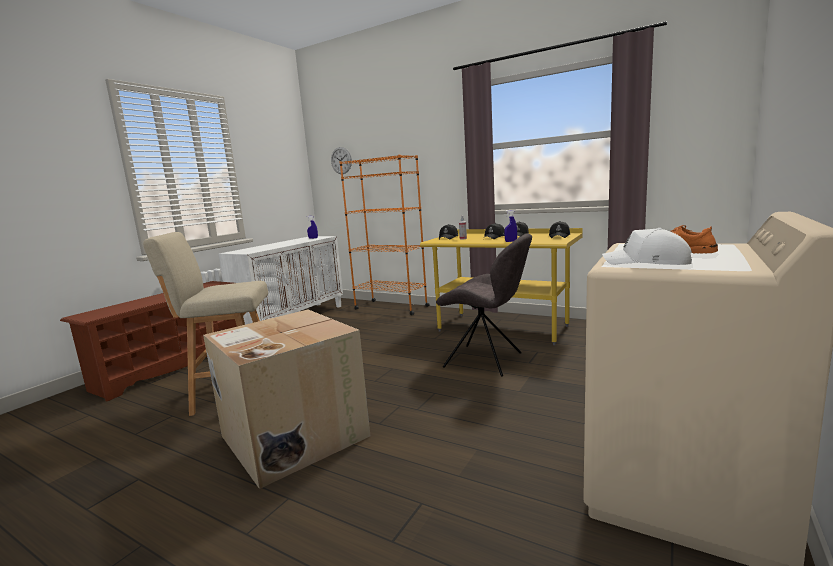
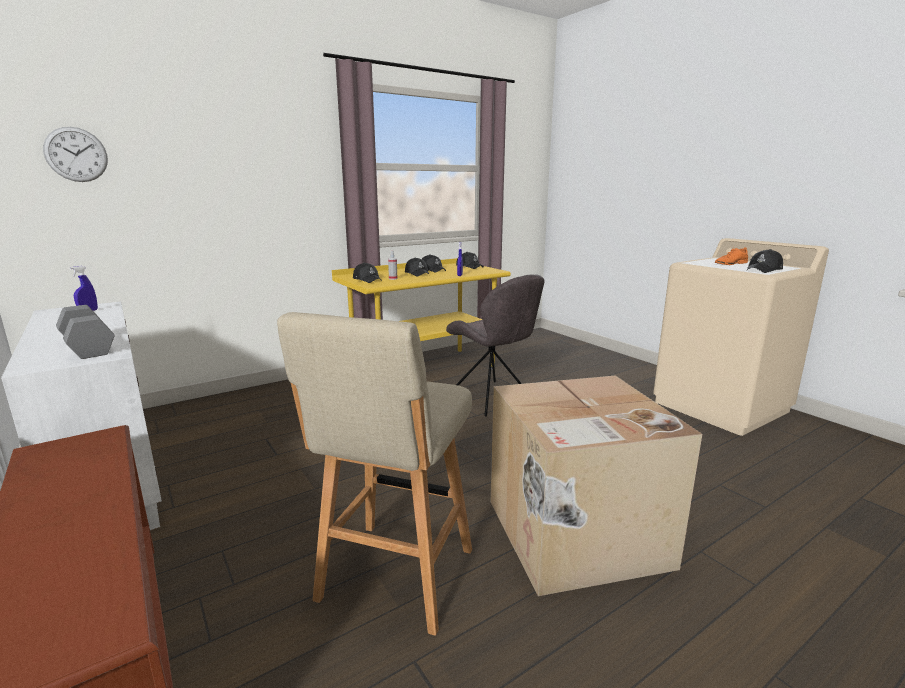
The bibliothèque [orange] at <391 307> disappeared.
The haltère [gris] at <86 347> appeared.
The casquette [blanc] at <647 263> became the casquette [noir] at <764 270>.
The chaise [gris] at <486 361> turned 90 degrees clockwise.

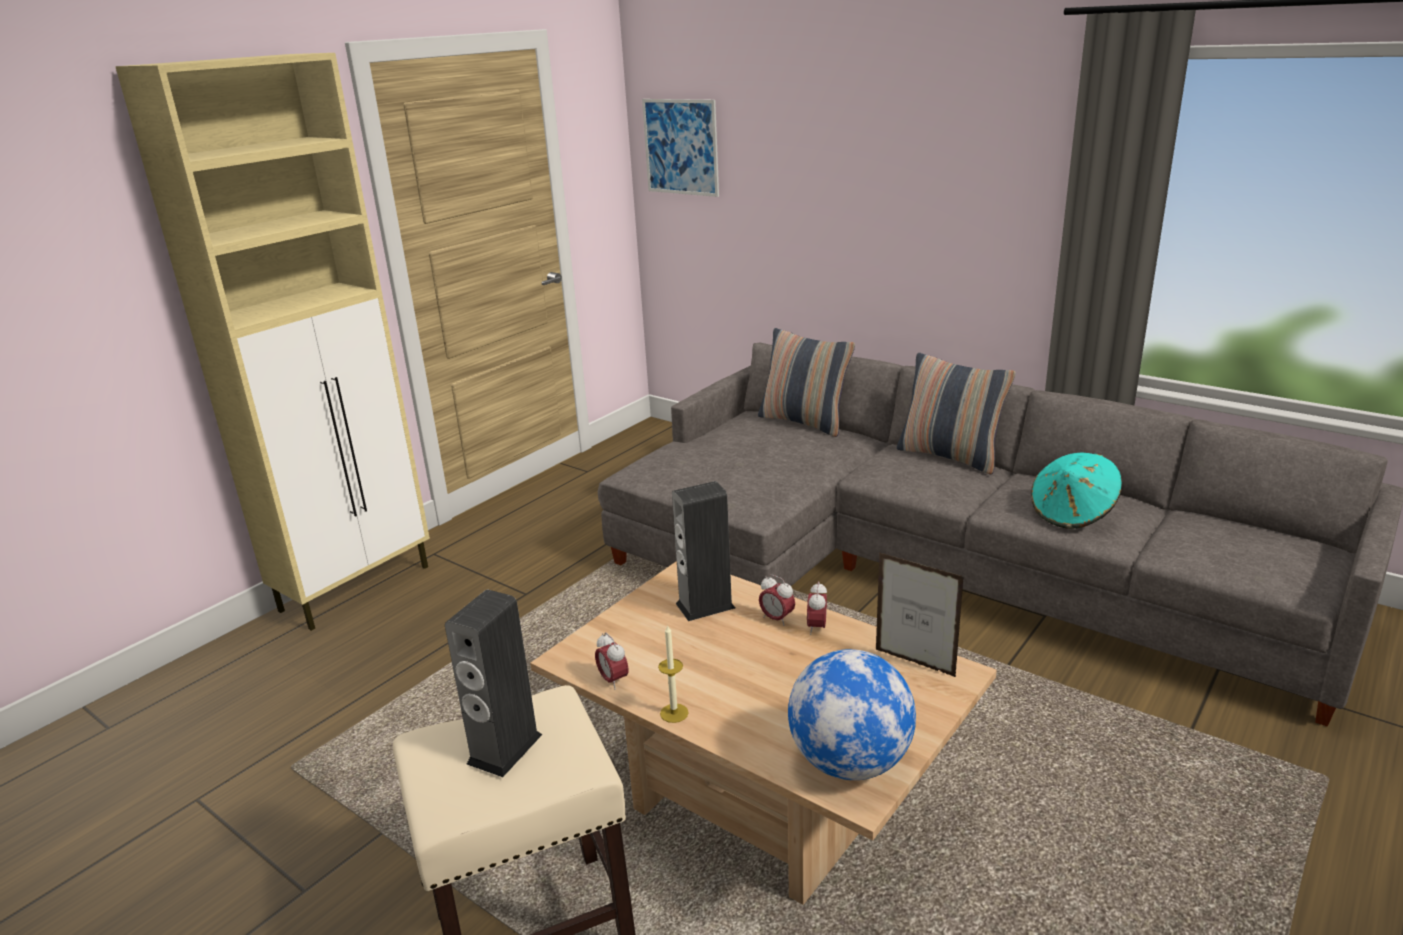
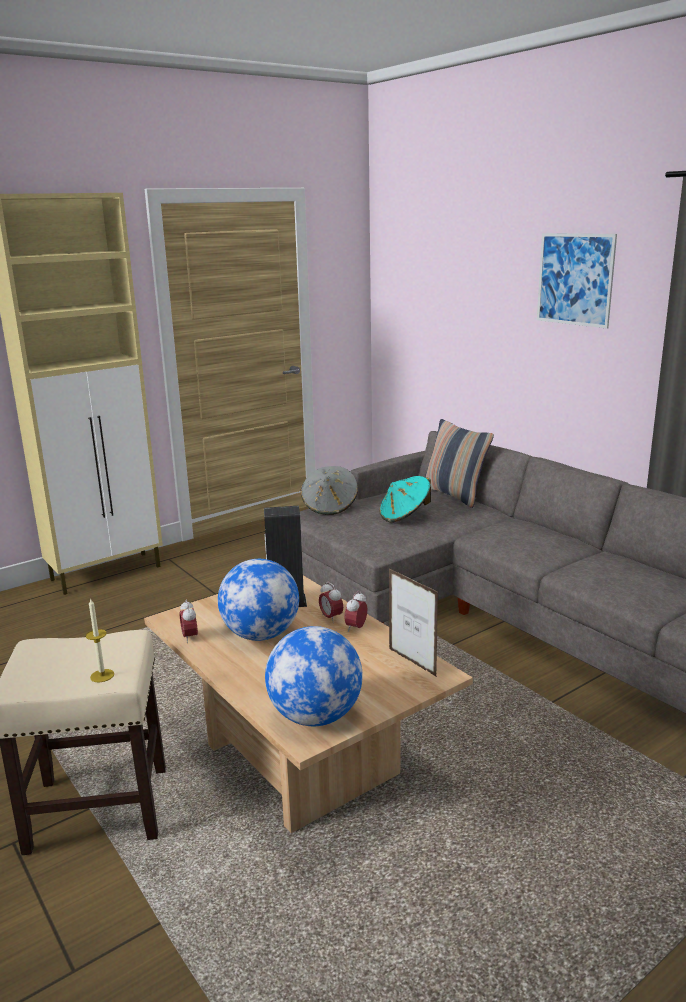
The enceinte at <505 749> disappeared.
The coussin at <950 456> disappeared.
The globe at <261 635> appeared.
The chapeau [gris] at <330 506> appeared.
The tableau moved from <681 147> to <575 279>.
The bougie moved from <674 713> to <102 675>.
The chapeau [turquoise] moved from <1072 513> to <404 516>.

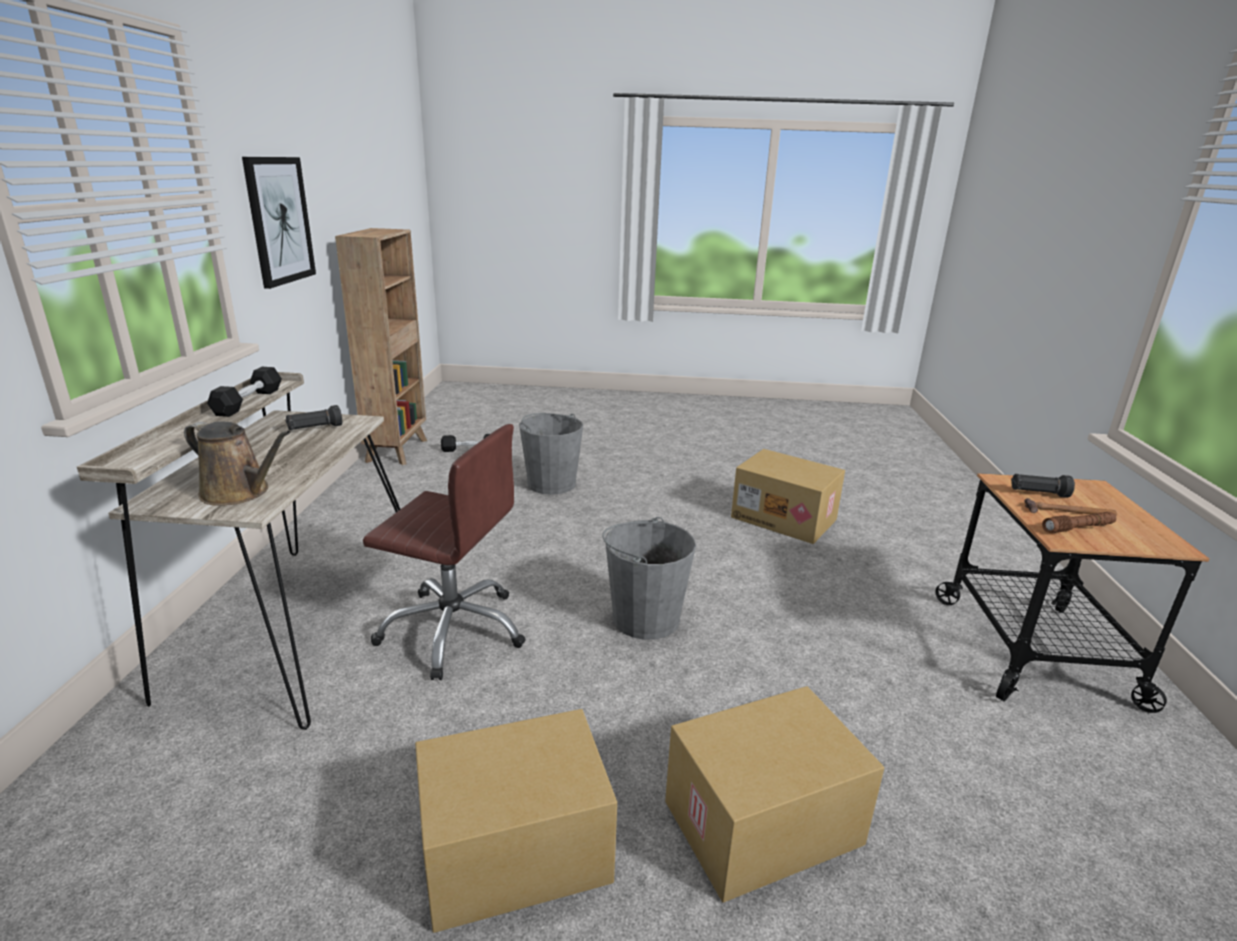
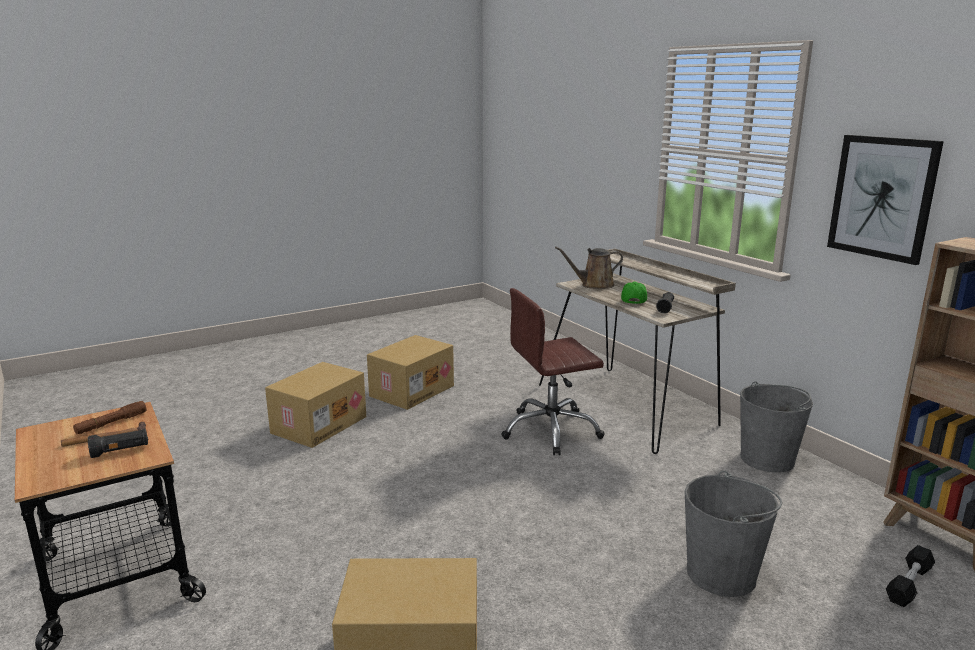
The haltère [noir] at <248 402> disappeared.
The casquette [vert] at <633 300> appeared.
The seau [gris] moved from <645 618> to <767 459>.

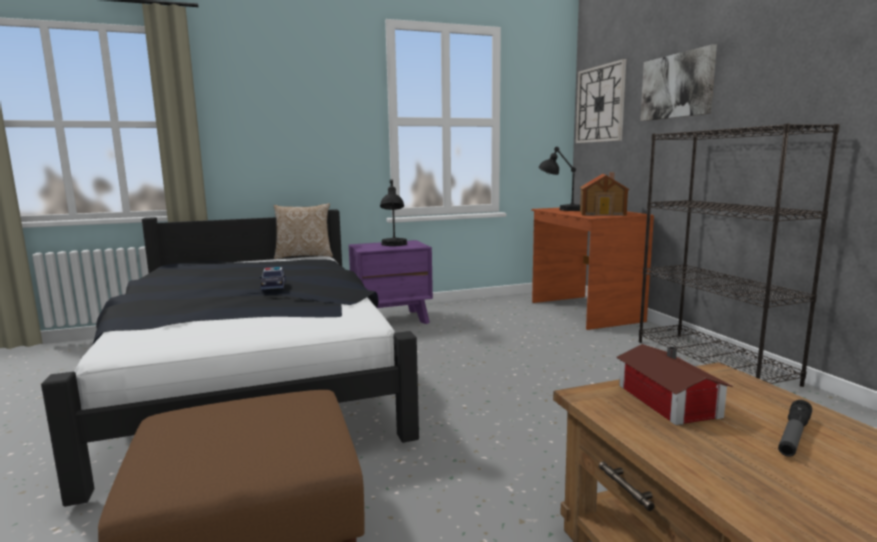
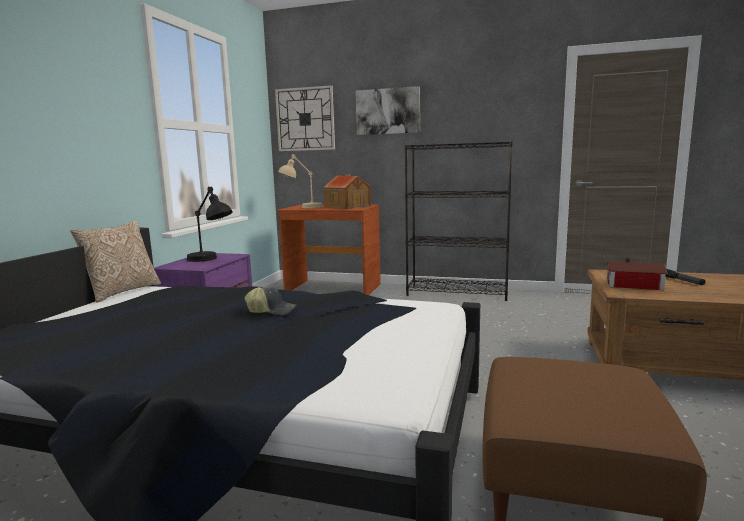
The petite voiture at <273 286> was replaced by the casquette at <272 311>.
The lampe de table [noir] at <561 209> became the lampe de table [beige] at <302 207>.

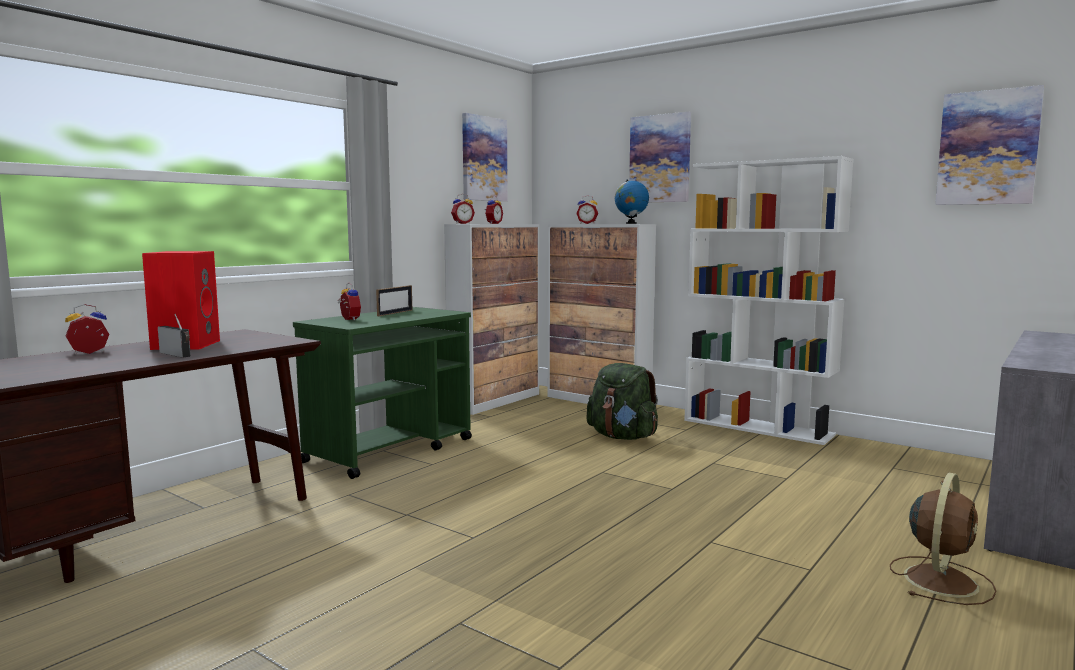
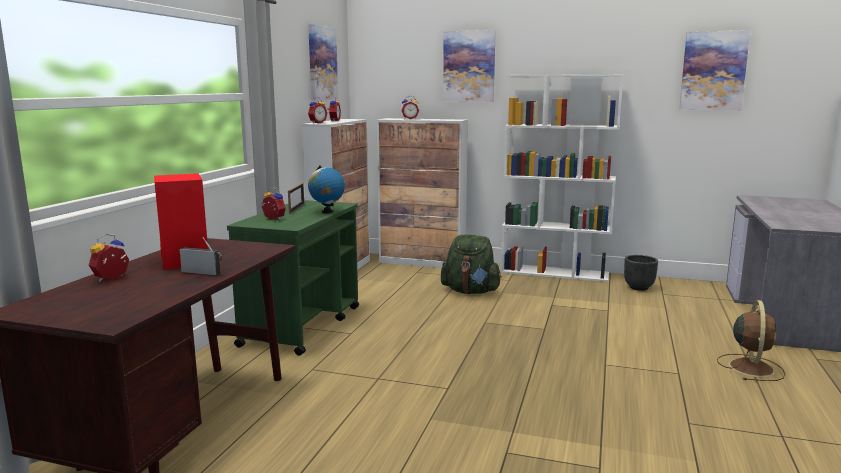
The cache-pot [noir] at <638 287> appeared.
The globe moved from <631 223> to <327 212>.

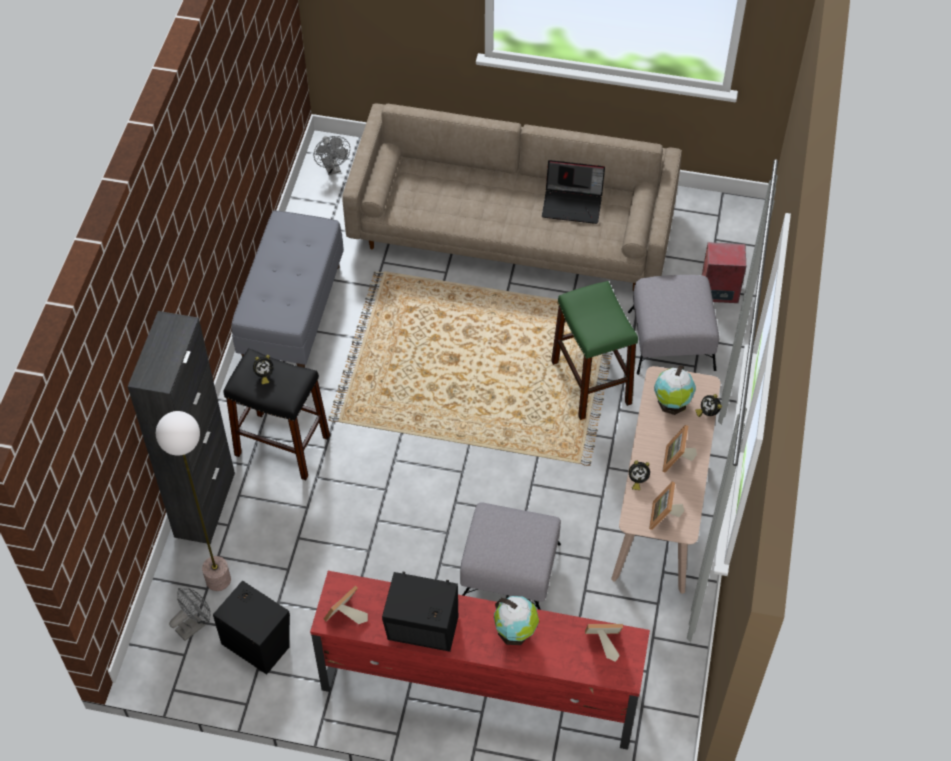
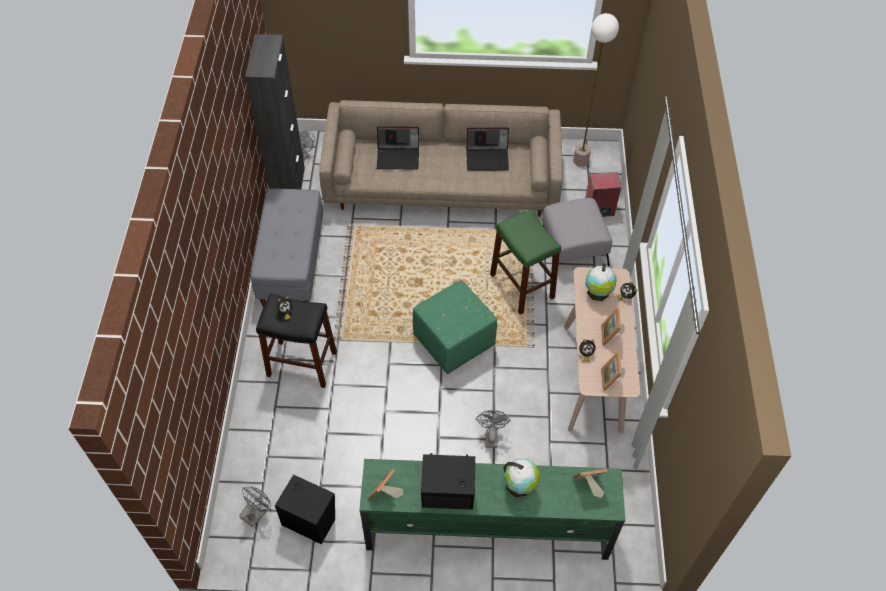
The ordinateur portable at <398 157> appeared.
The pouf [vert] at <453 341> appeared.
The meuble de rangement [noir] moved from <205 505> to <289 188>.
The lampadaire moved from <218 579> to <581 160>.
The pouf [gris] at <509 571> was replaced by the ventilateur [gris] at <491 435>.
The meuble télé [rouge] at <478 688> became the meuble télé [vert] at <486 529>.

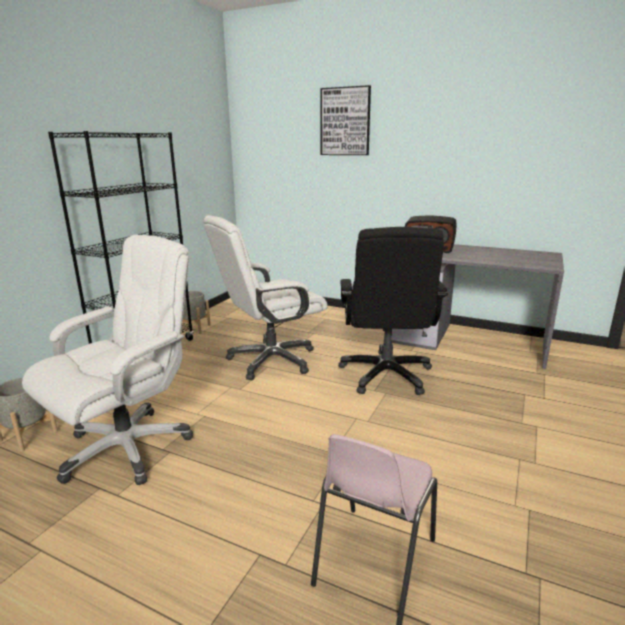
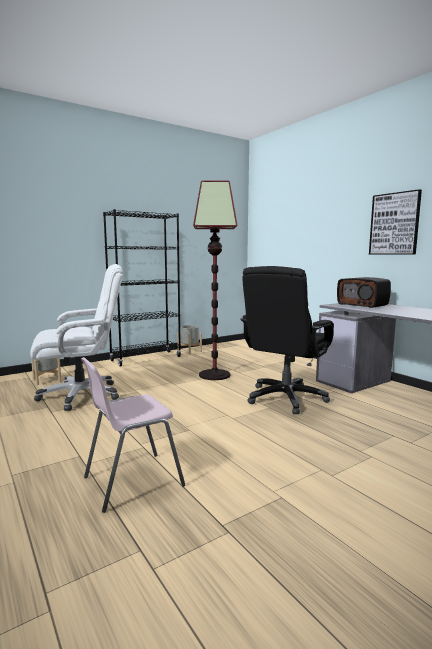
The tableau moved from <345 121> to <394 224>.
The chaise de bureau [blanc] at <271 360> was replaced by the lampadaire at <214 375>.

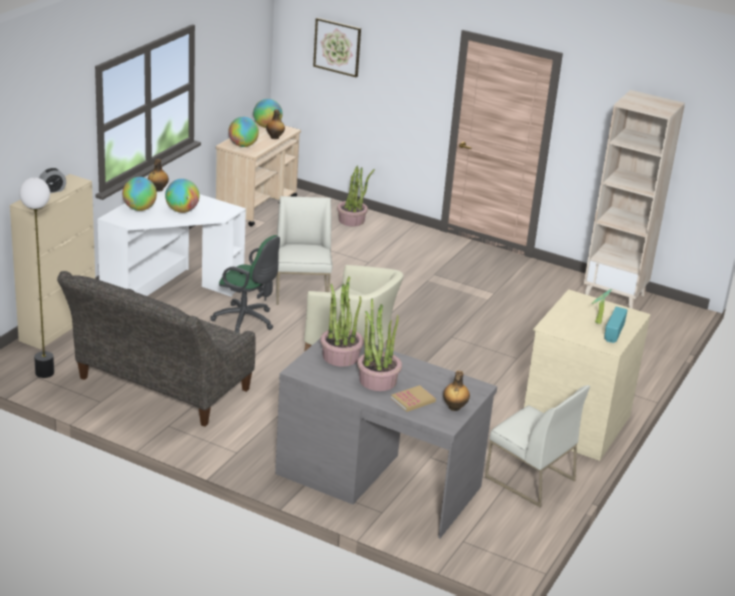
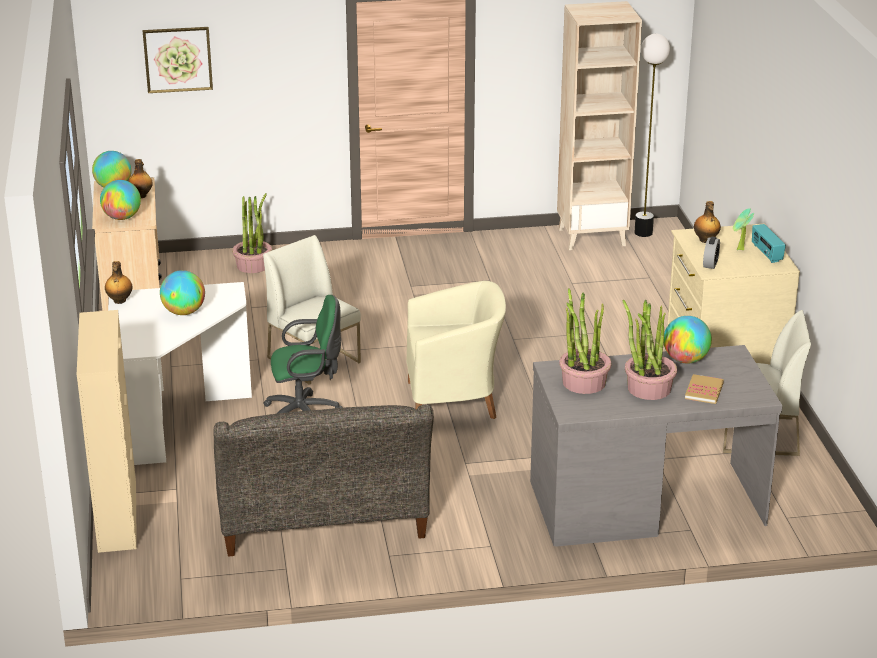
The lampadaire moved from <44 373> to <643 233>.
The réveil moved from <52 190> to <710 264>.
The globe moved from <139 209> to <685 360>.
The bouteille moved from <454 408> to <705 240>.

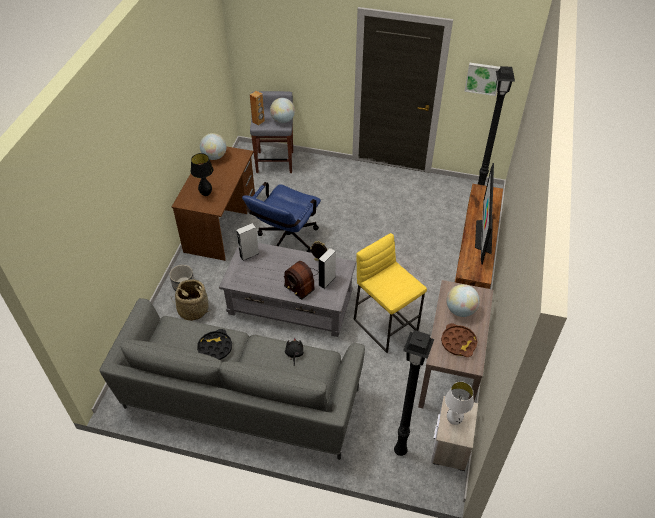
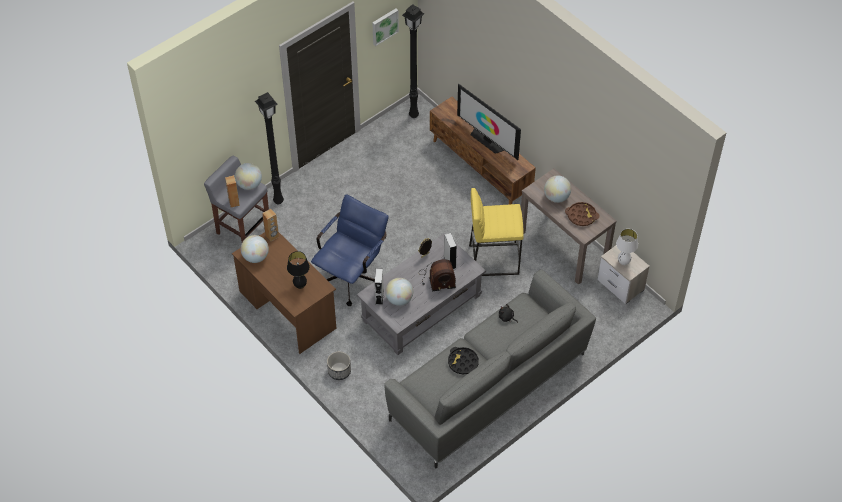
The panier at <193 309> disappeared.
The enceinte [marron] at <272 236> appeared.
The globe at <399 299> appeared.
The lampadaire [noir] moved from <401 452> to <279 201>.
The chaise de bureau [bleu] at <285 242> turned 120 degrees counterclockwise.

